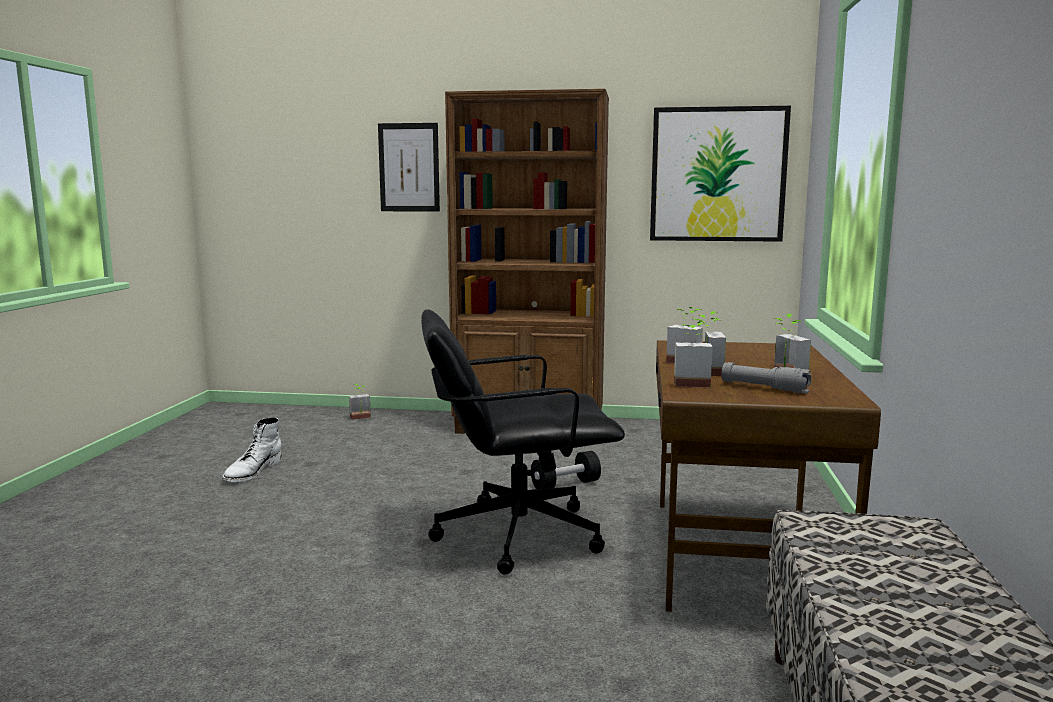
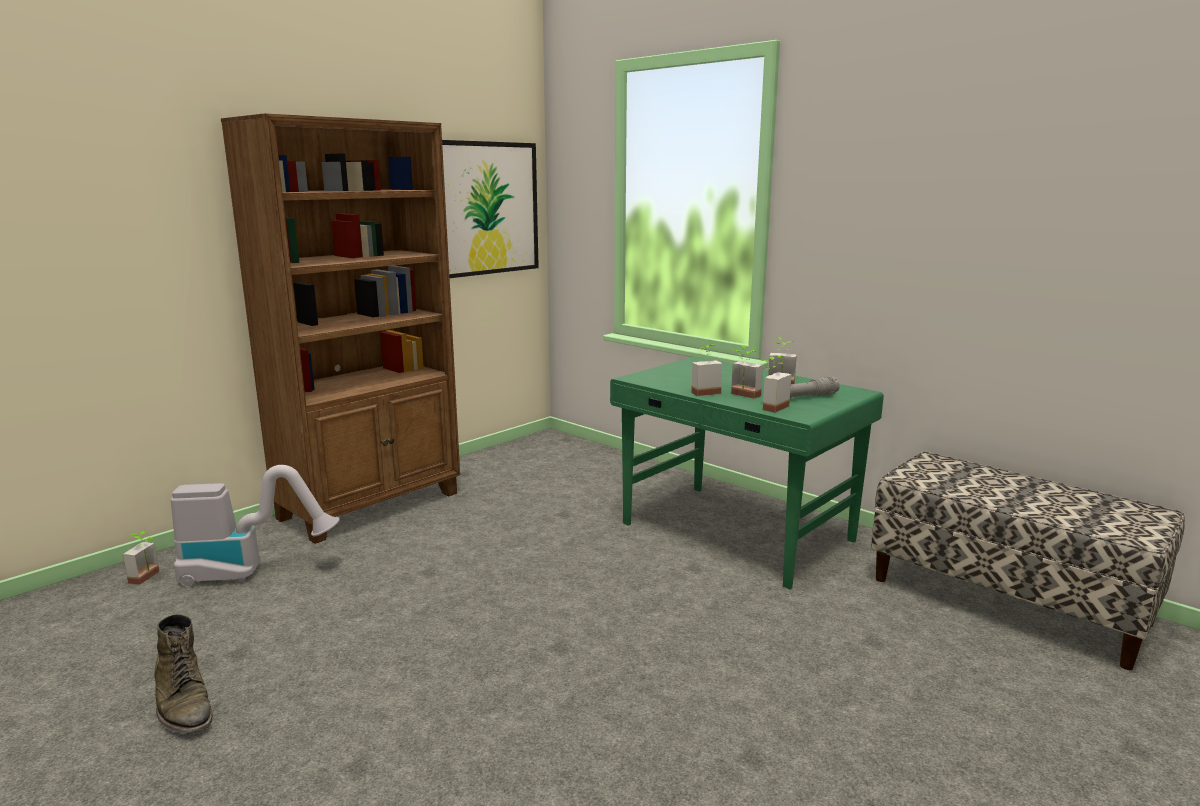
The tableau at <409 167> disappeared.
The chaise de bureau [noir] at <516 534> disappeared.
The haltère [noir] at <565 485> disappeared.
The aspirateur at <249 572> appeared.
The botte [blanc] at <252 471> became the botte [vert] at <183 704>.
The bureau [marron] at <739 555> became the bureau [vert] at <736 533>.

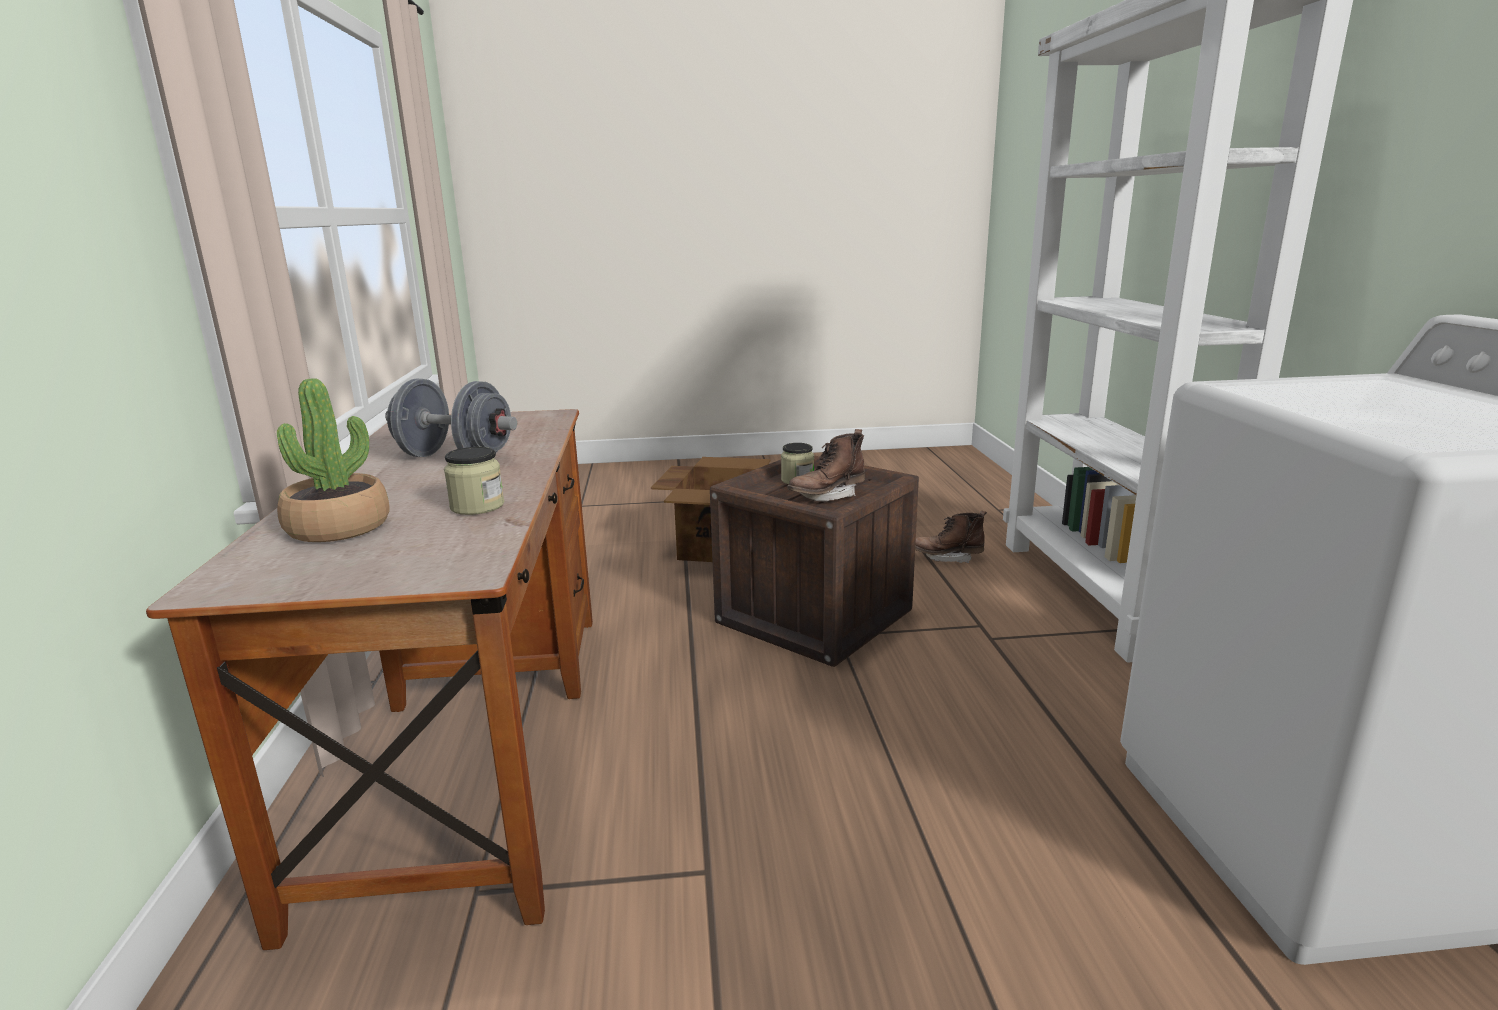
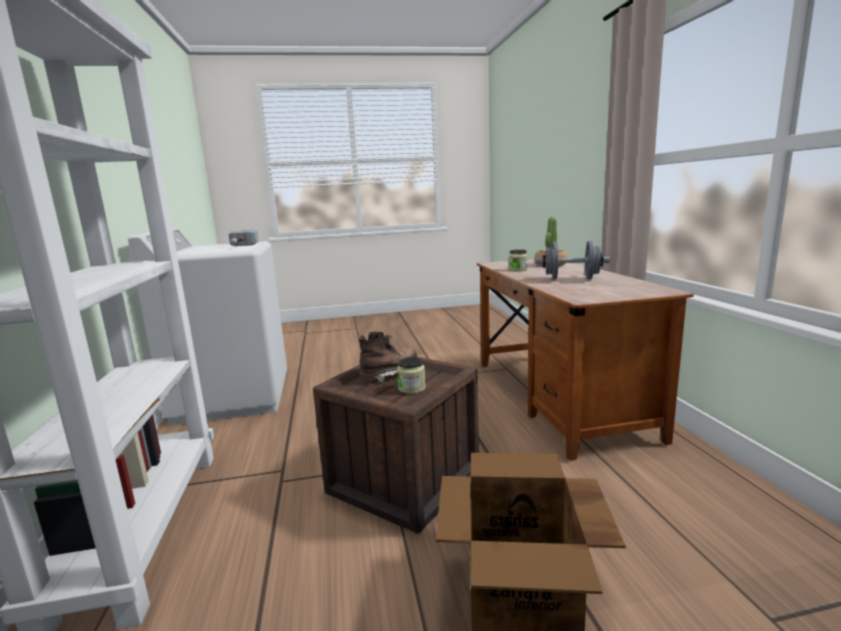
The botte [marron] at <946 557> disappeared.
The marteau at <241 246> appeared.

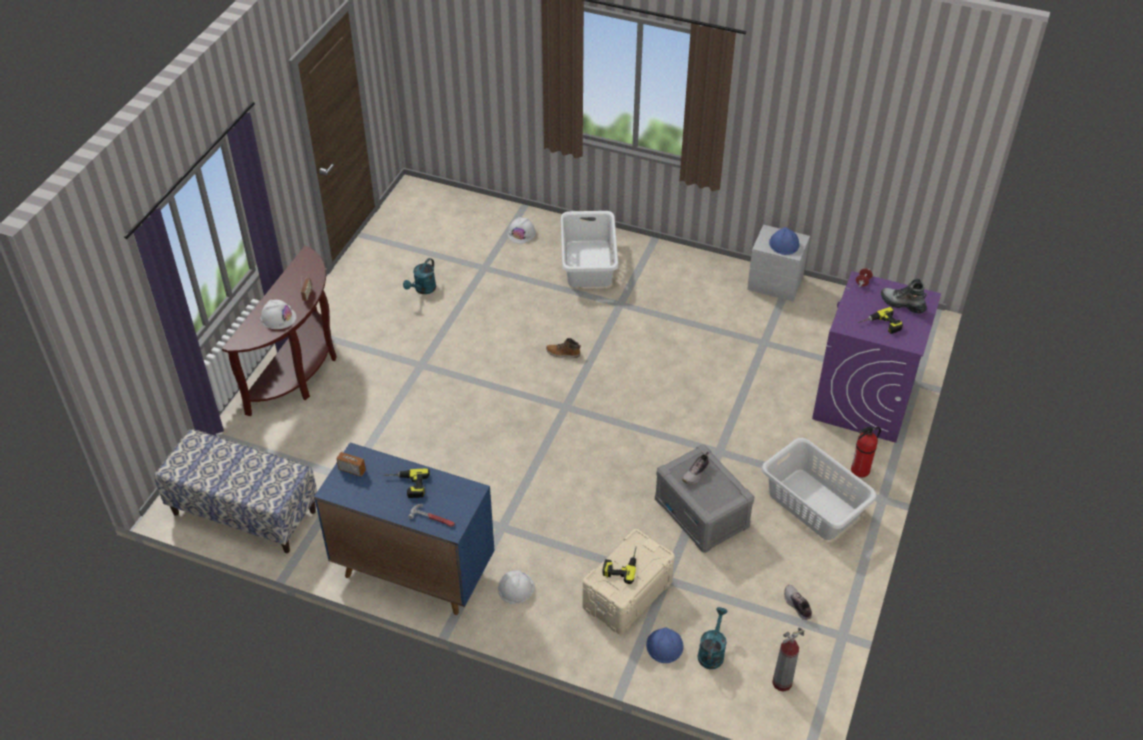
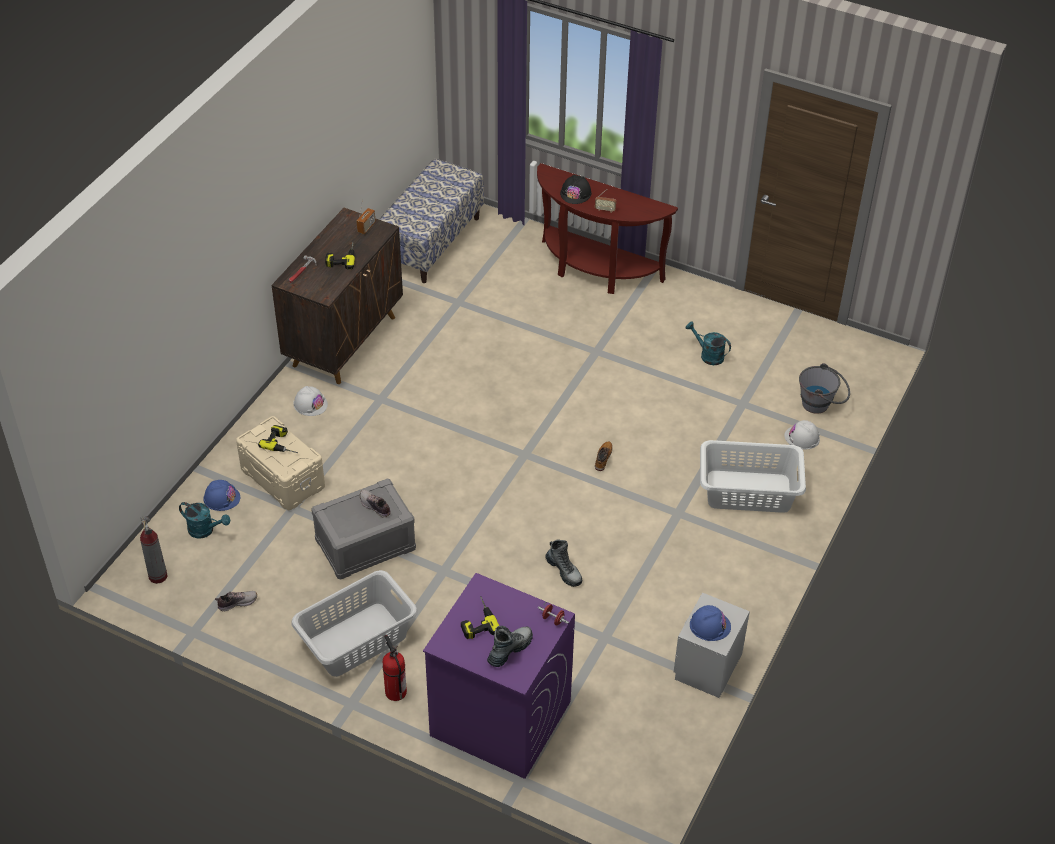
The botte at <564 571> appeared.
The seau [gris] at <821 405> appeared.
The casque de chantier [blanc] at <278 317> became the casque de chantier [noir] at <576 193>.
The meuble de rangement [bleu] at <413 571> became the meuble de rangement [marron] at <345 340>.

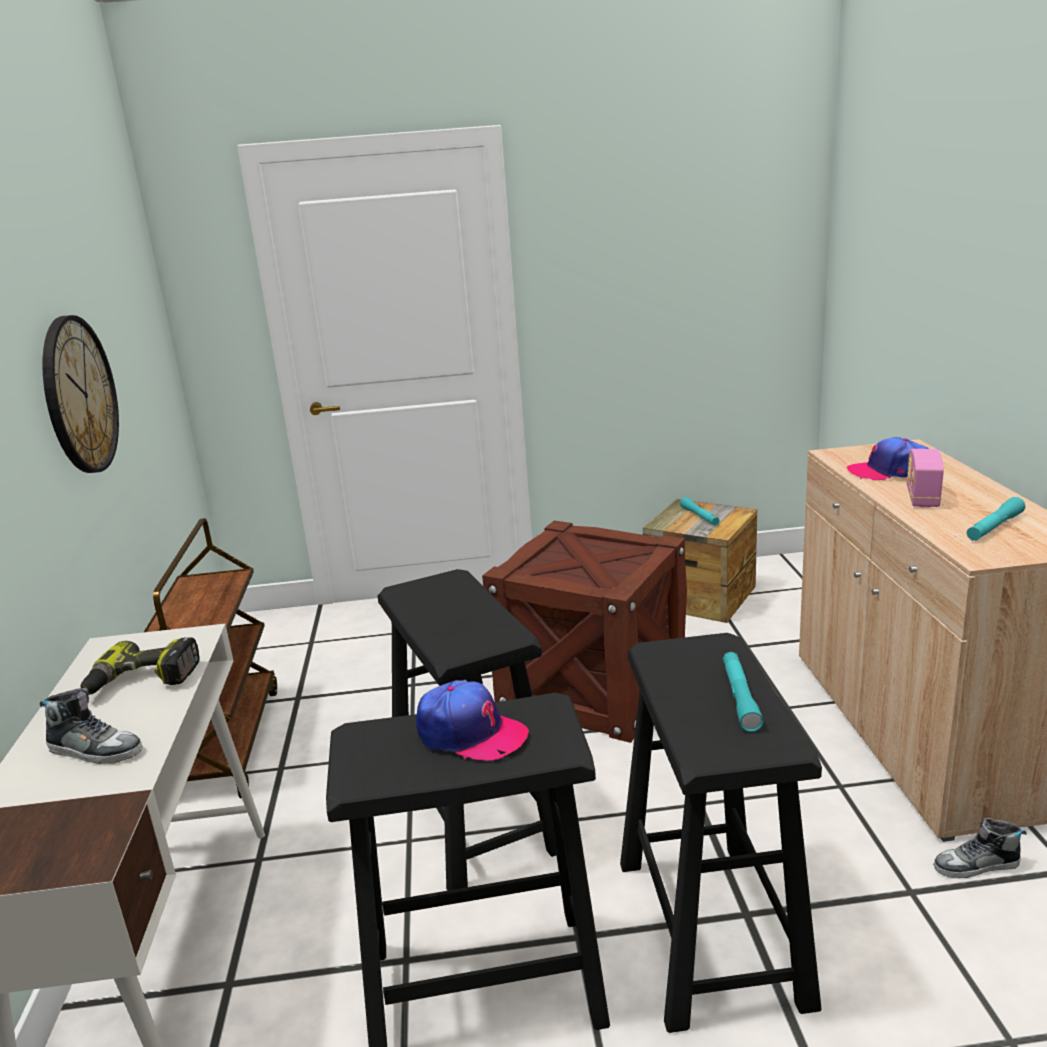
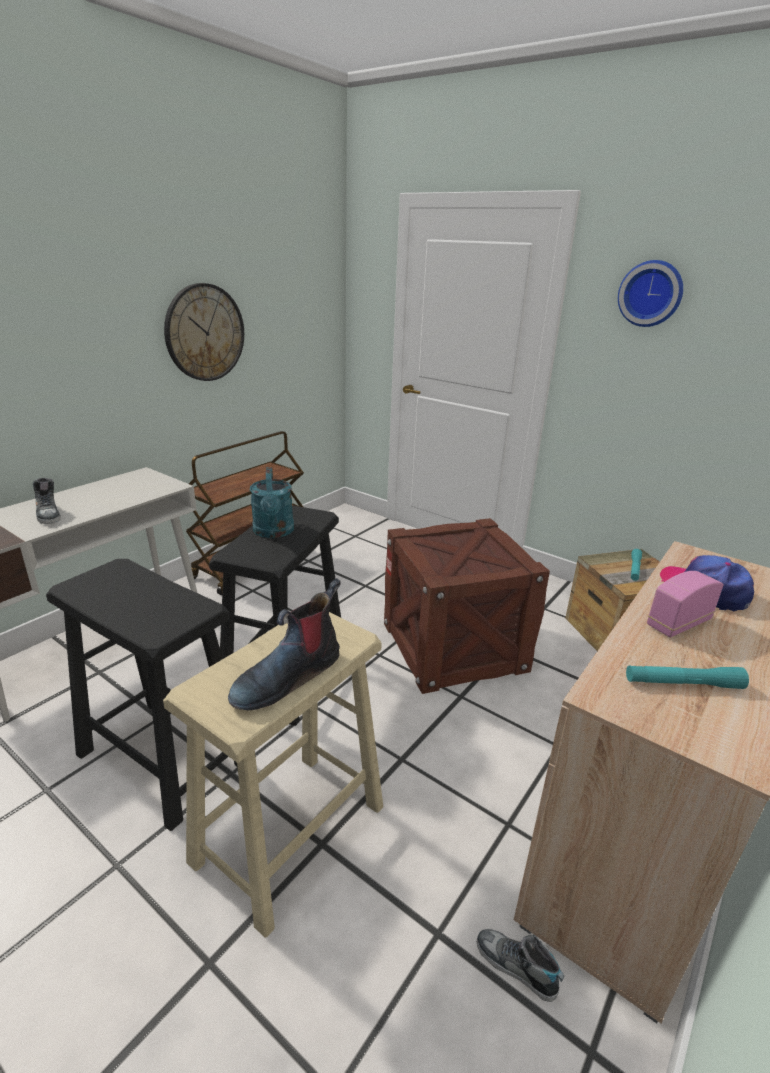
The perceuse at <143 681> disappeared.
The casquette at <470 734> disappeared.
The arrosoir [turquoise] at <274 532> appeared.
The horloge murale at <651 293> appeared.
The lampe de poche [turquoise] at <740 697> was replaced by the botte at <287 676>.
The tabouret [noir] at <710 929> became the tabouret [beige] at <291 832>.

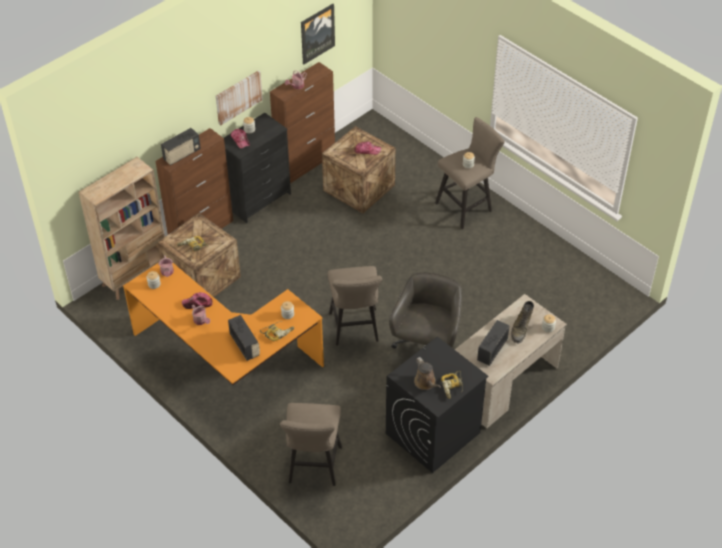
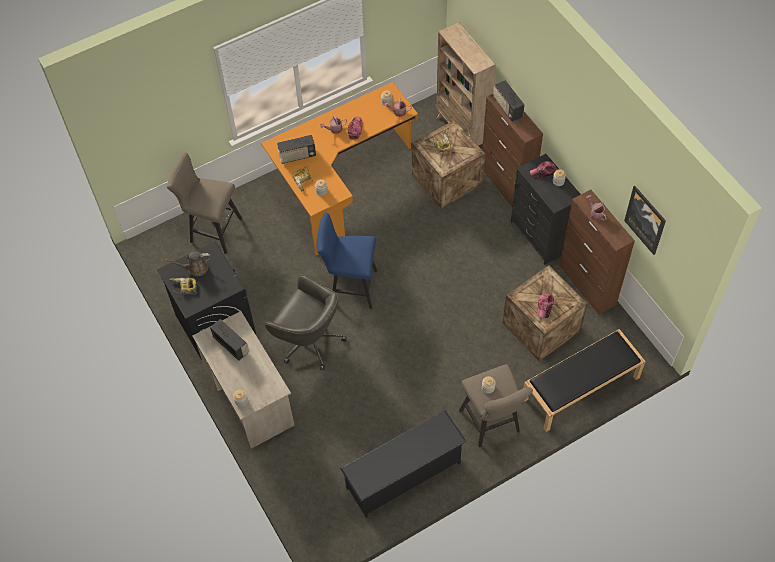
The tableau at <238 97> disappeared.
The botte [vert] at <520 328> disappeared.
The étagère à chaussures [noir] at <404 475> appeared.
The banc [noir] at <580 388> appeared.
The tabouret [beige] at <355 330> became the tabouret [bleu] at <350 287>.

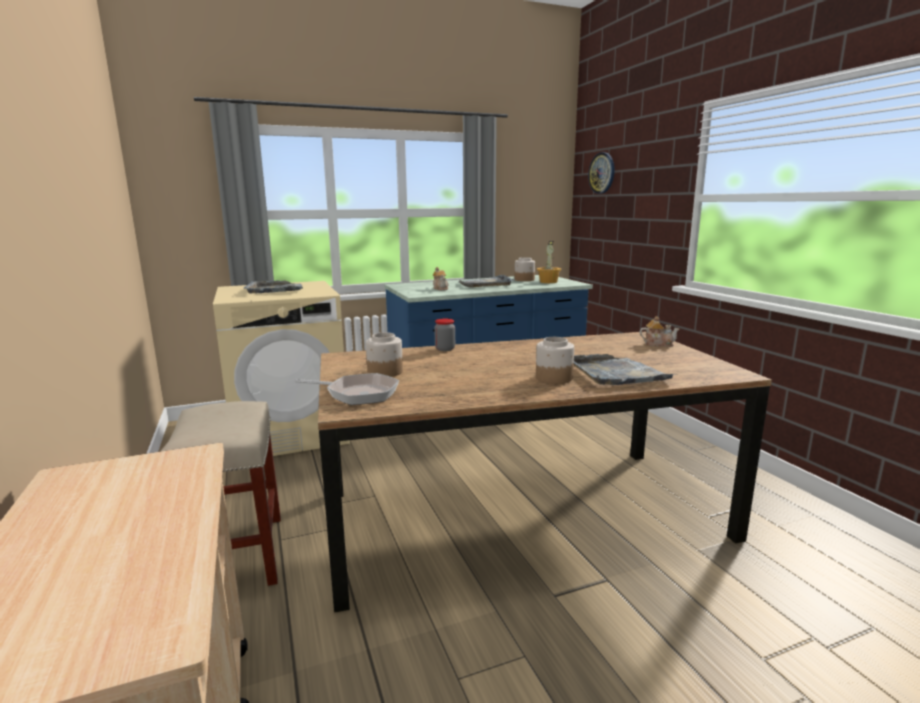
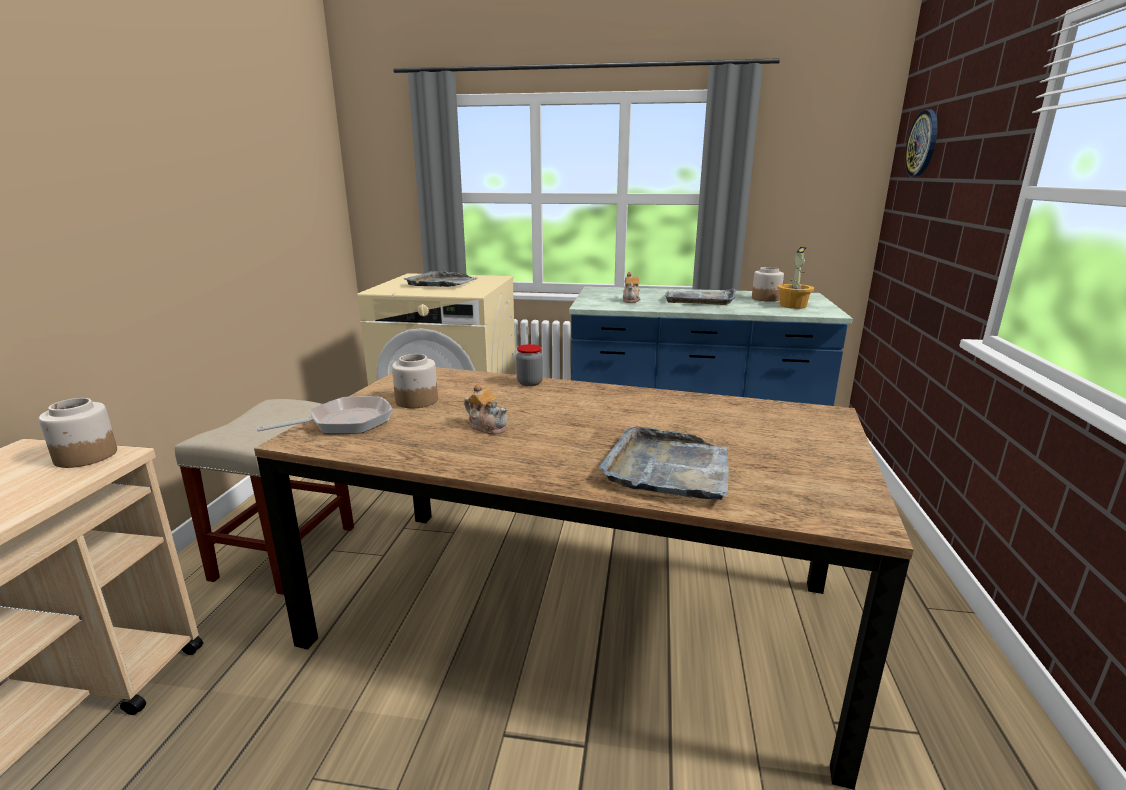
The bocal moved from <553 378> to <85 456>.
The théière moved from <658 344> to <488 426>.
The poêle at <358 394> turned 75 degrees counterclockwise.

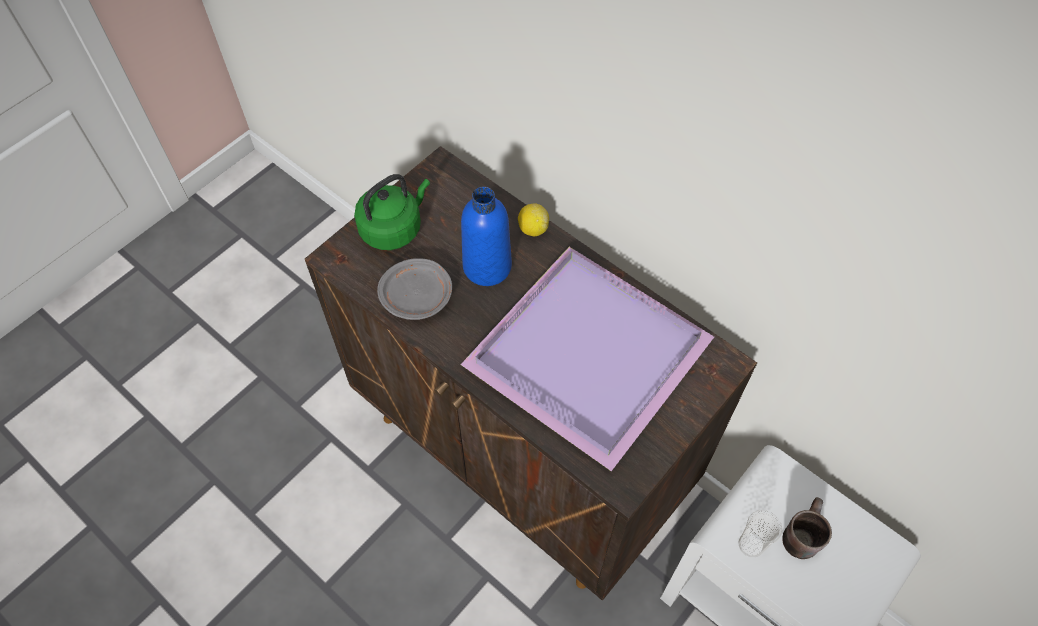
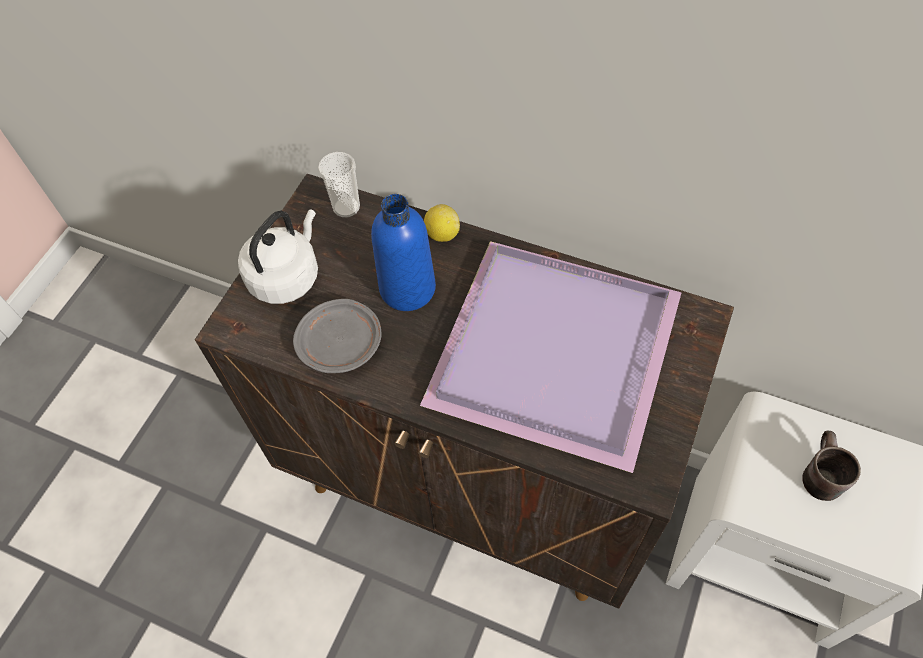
The tasse moved from <751 545> to <346 207>.
The bouilloire [vert] at <393 228> became the bouilloire [blanc] at <287 276>.

